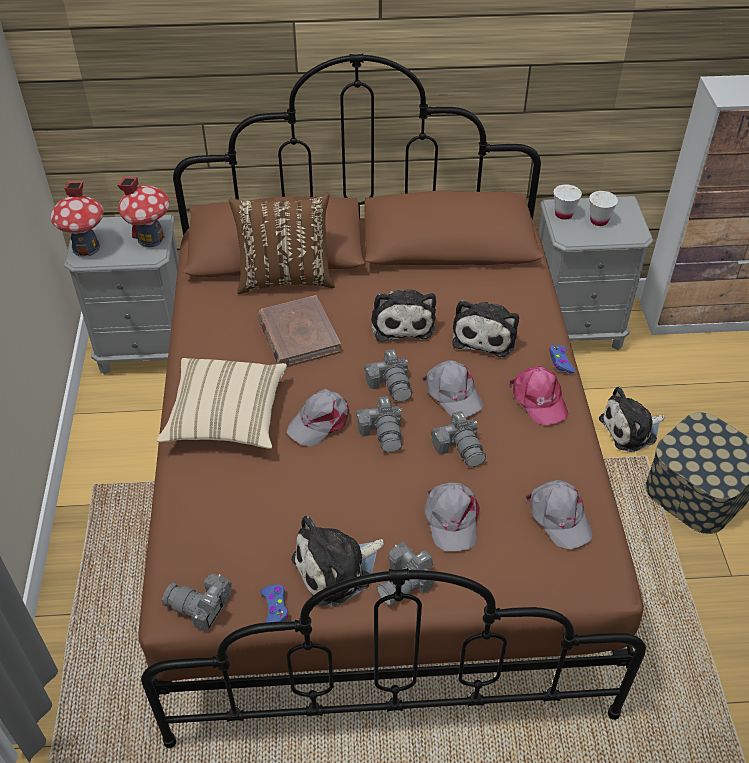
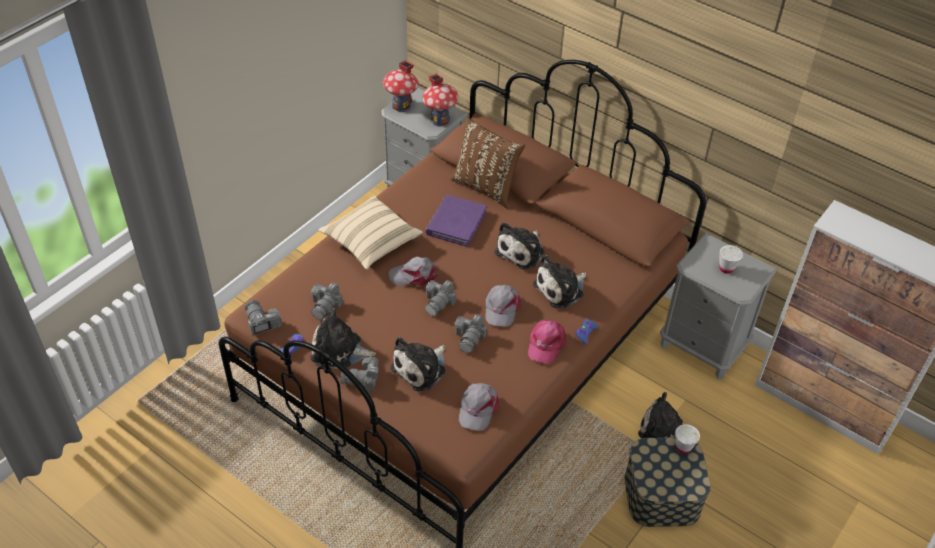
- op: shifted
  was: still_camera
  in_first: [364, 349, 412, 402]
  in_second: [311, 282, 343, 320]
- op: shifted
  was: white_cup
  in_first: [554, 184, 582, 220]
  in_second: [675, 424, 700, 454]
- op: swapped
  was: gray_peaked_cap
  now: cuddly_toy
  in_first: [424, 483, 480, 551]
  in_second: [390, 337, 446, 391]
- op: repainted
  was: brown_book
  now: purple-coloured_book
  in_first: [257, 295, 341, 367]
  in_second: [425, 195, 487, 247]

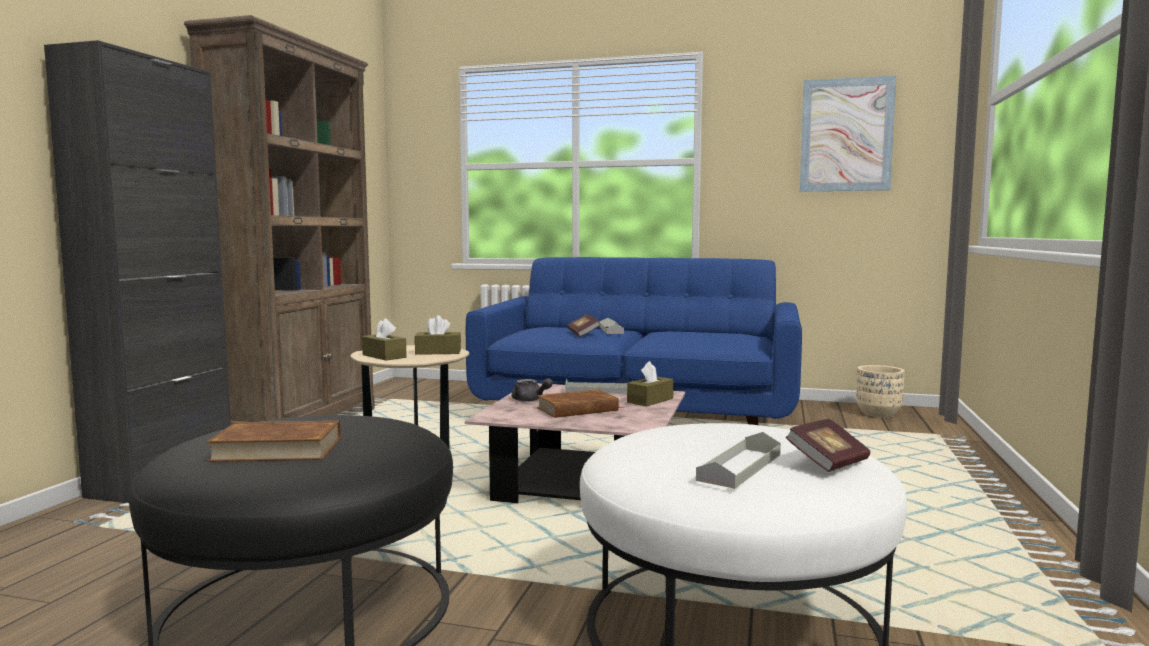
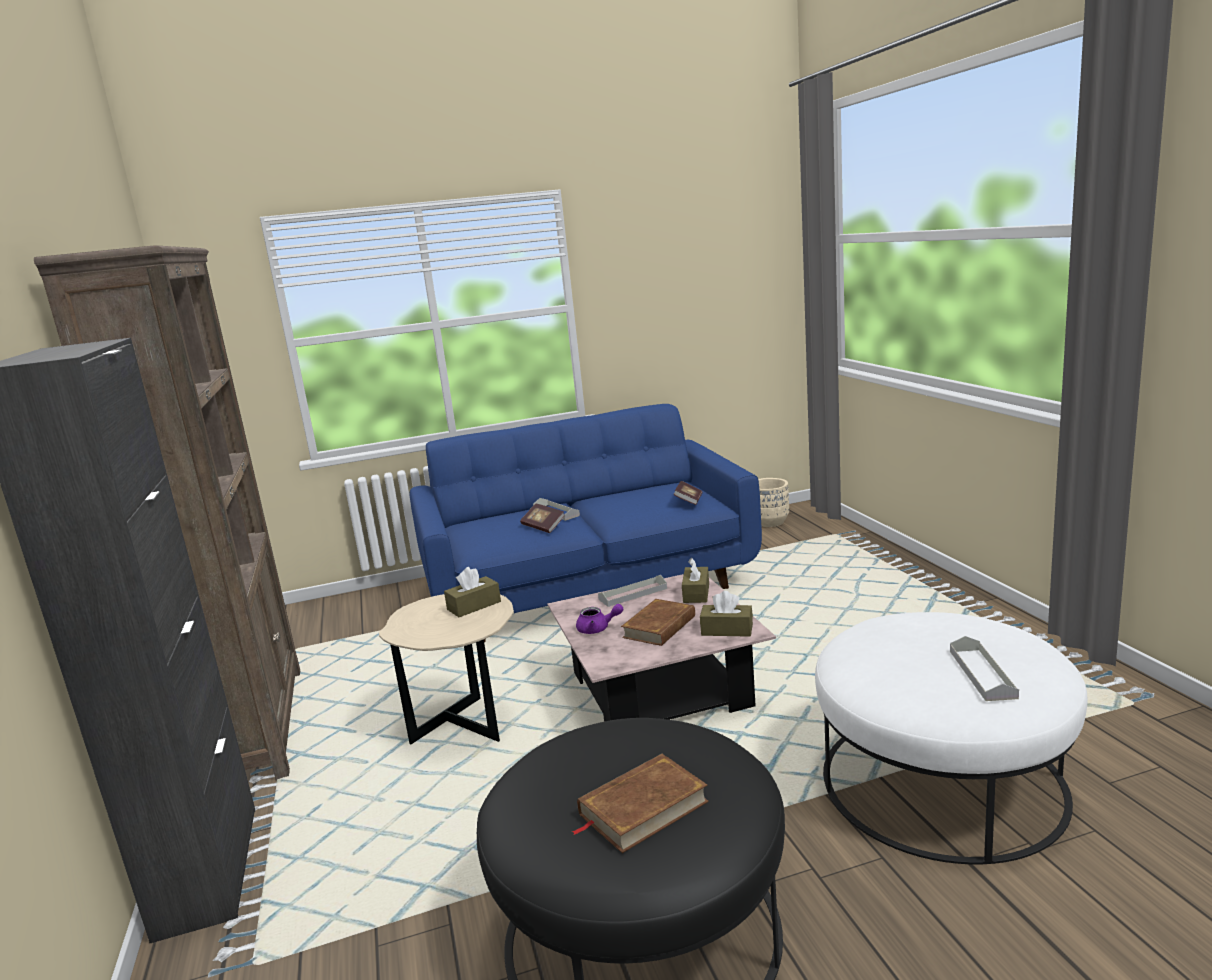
- op: gone
  was: wall_picture
  in_first: [799, 76, 896, 192]
- op: shifted
  was: brown_tissue_box
  in_first: [362, 318, 407, 360]
  in_second: [700, 591, 753, 637]
- op: shifted
  was: book
  in_first: [786, 419, 870, 472]
  in_second: [673, 481, 703, 505]
- op: repainted
  was: gray_pot_for_tea
  now: purple-coloured_pot_for_tea
  in_first: [512, 378, 553, 402]
  in_second: [576, 604, 624, 634]

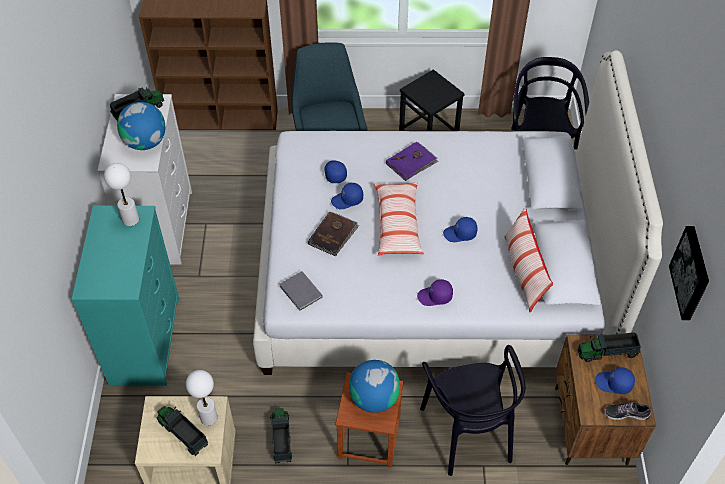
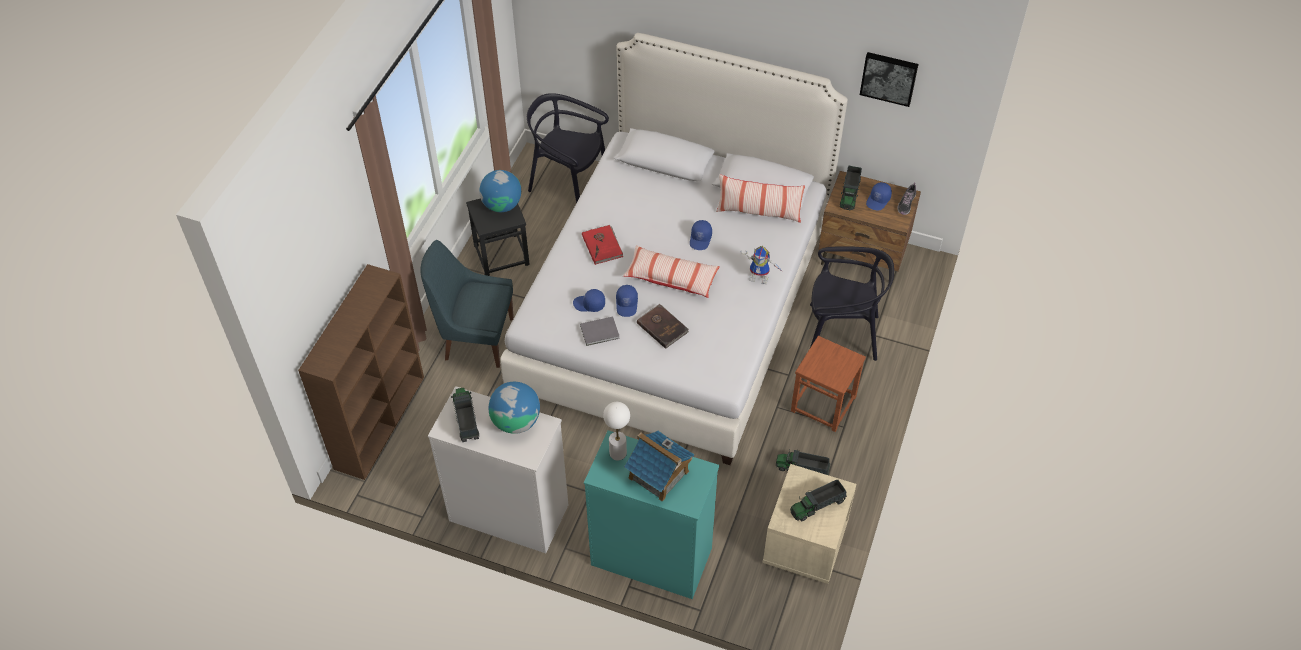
- op: gone
  was: white_lamp_for_a_table
  in_first: [186, 370, 218, 425]
- op: new
  now: miniature_house
  in_second: [624, 431, 695, 502]
- op: shifted
  was: gray_book
  in_first: [280, 271, 323, 311]
  in_second: [580, 316, 620, 346]
- op: shifted
  was: world_globe
  in_first: [349, 360, 400, 413]
  in_second: [479, 170, 521, 212]
- op: swapped
  was: purple-coloured_peaked_cap
  now: robot_figure
  in_first: [417, 279, 453, 306]
  in_second: [741, 246, 783, 284]
- op: repainted
  was: purple-coloured_book
  now: reddish_book
  in_first: [386, 141, 438, 181]
  in_second: [582, 225, 623, 265]

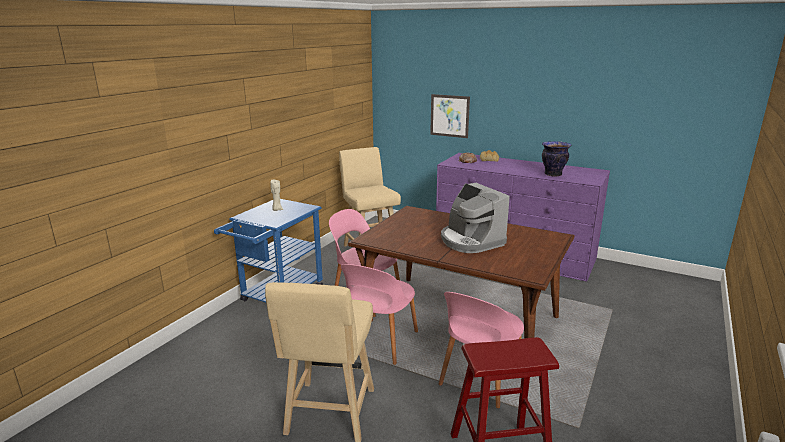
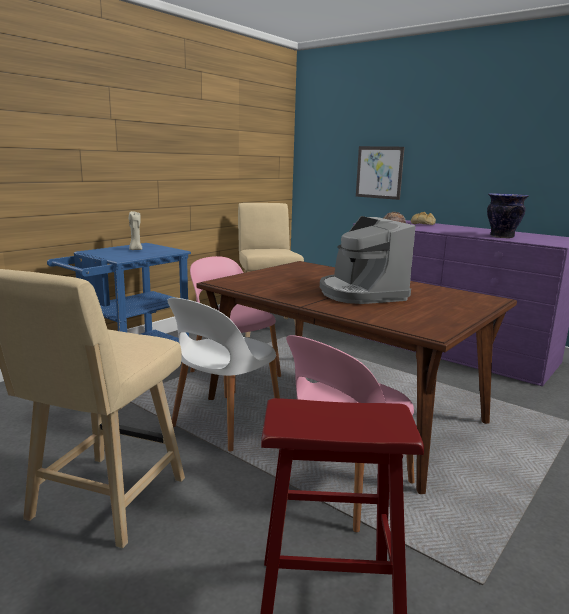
- op: repainted
  was: pink-coloured_upright_chair
  now: white_upright_chair
  in_first: [341, 264, 418, 365]
  in_second: [168, 298, 280, 451]

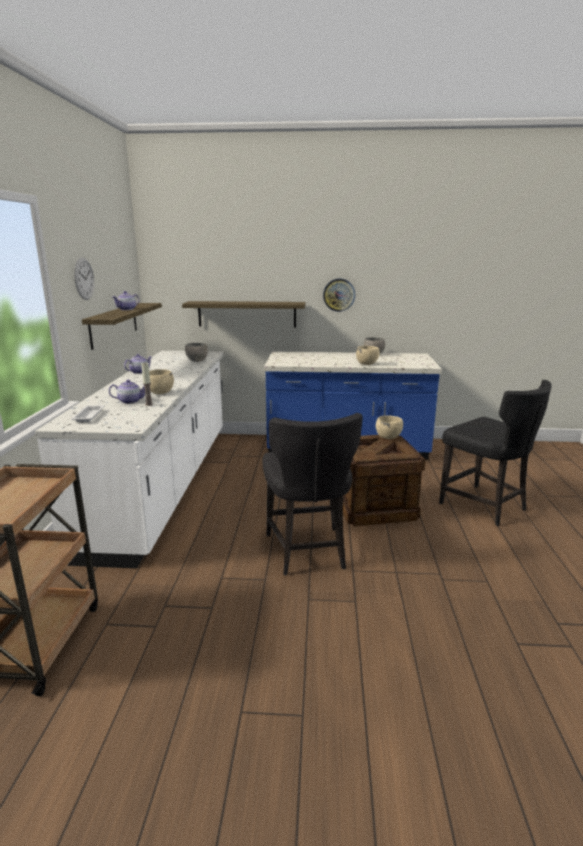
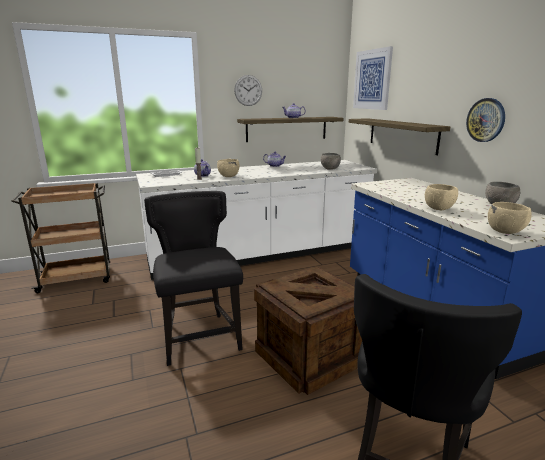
- op: new
  now: wall_picture
  in_second: [353, 46, 393, 110]
- op: shifted
  was: beige_bowl
  in_first: [376, 415, 403, 439]
  in_second: [488, 202, 532, 234]
- op: rotated
  was: black_upright_chair
  in_first: [262, 413, 363, 575]
  in_second: [144, 191, 243, 366]
  clockwise: 105

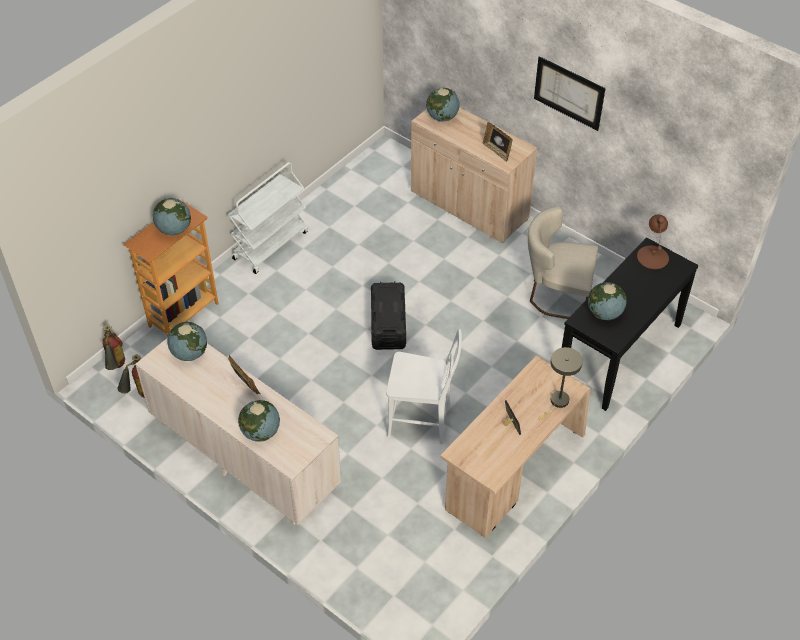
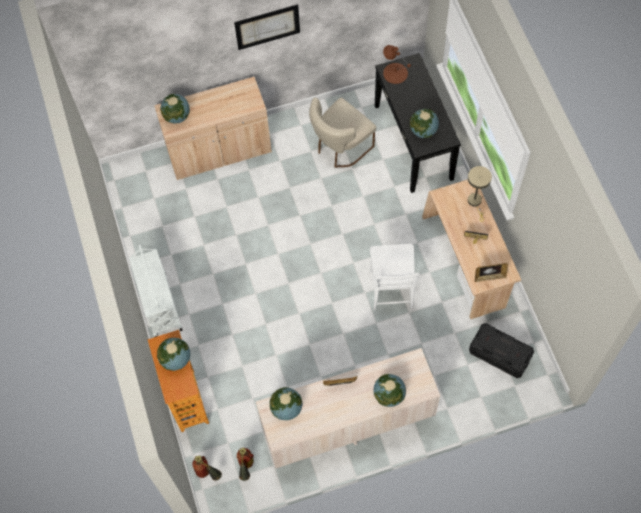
- op: shifted
  was: black_storage_container
  in_first: [371, 282, 406, 350]
  in_second: [469, 323, 534, 378]
- op: shifted
  was: photo_frame
  in_first: [483, 122, 513, 162]
  in_second: [475, 263, 508, 282]
- op: rotated
  was: white_upright_chair
  in_first: [386, 329, 462, 444]
  in_second: [370, 244, 420, 310]
  clockwise: 135

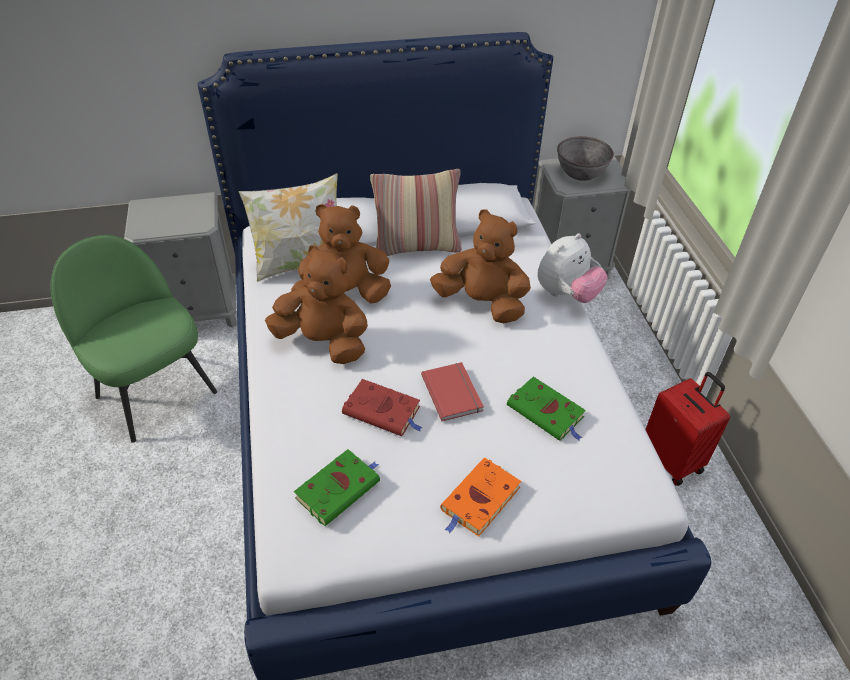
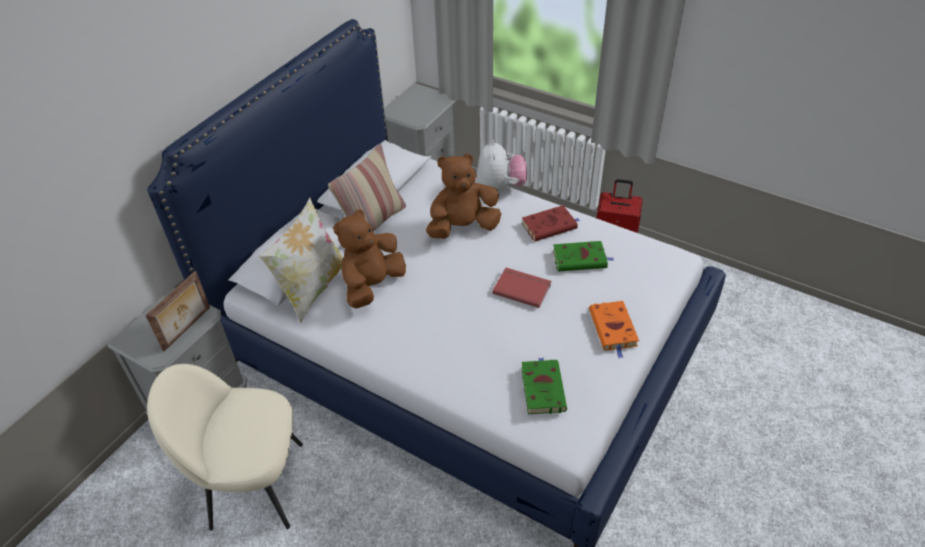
- op: gone
  was: brown_cuddly_toy
  in_first: [265, 245, 368, 364]
- op: gone
  was: gray_bowl
  in_first: [557, 136, 614, 181]
- op: new
  now: photo_frame
  in_second: [145, 271, 210, 352]
- op: shifted
  was: reddish_book
  in_first: [342, 379, 423, 436]
  in_second: [522, 205, 580, 242]
- op: repainted
  was: green-coloured_upright_chair
  now: beige_upright_chair
  in_first: [50, 235, 217, 443]
  in_second: [147, 364, 303, 531]

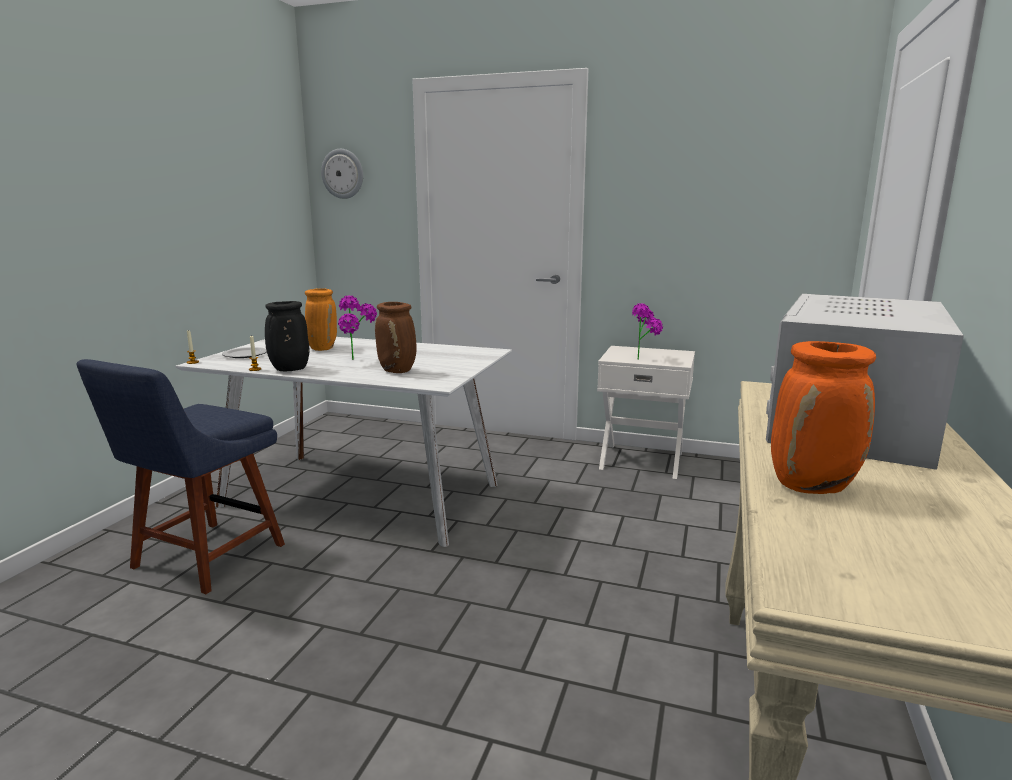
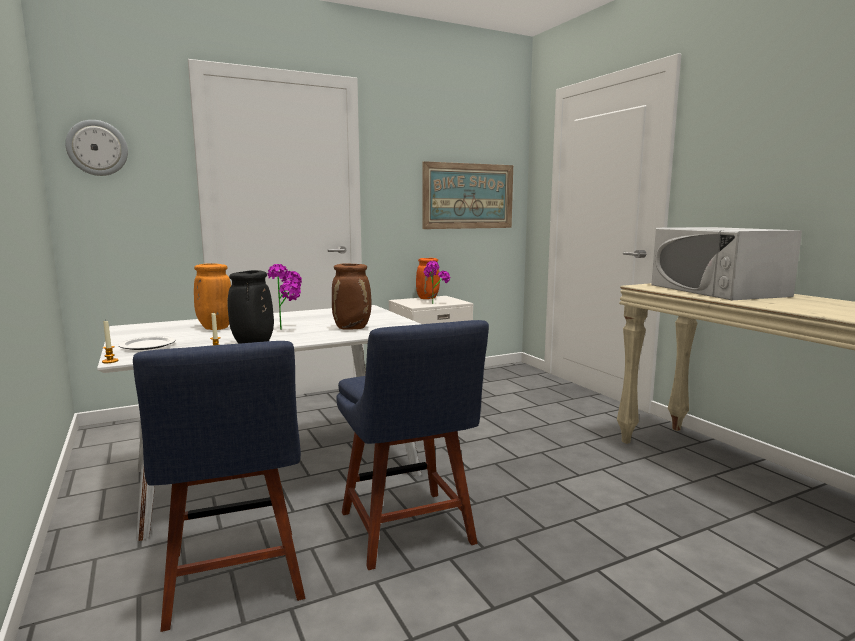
- op: new
  now: blue-coloured_upright_chair
  in_second: [336, 320, 489, 570]
- op: new
  now: wall_picture
  in_second: [423, 161, 513, 229]
- op: shifted
  was: orange-coloured_flower_vase
  in_first: [771, 341, 876, 494]
  in_second: [416, 258, 440, 299]

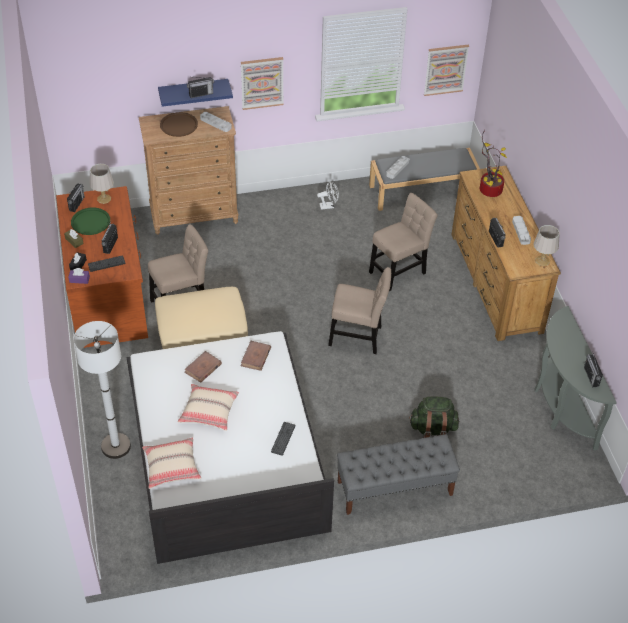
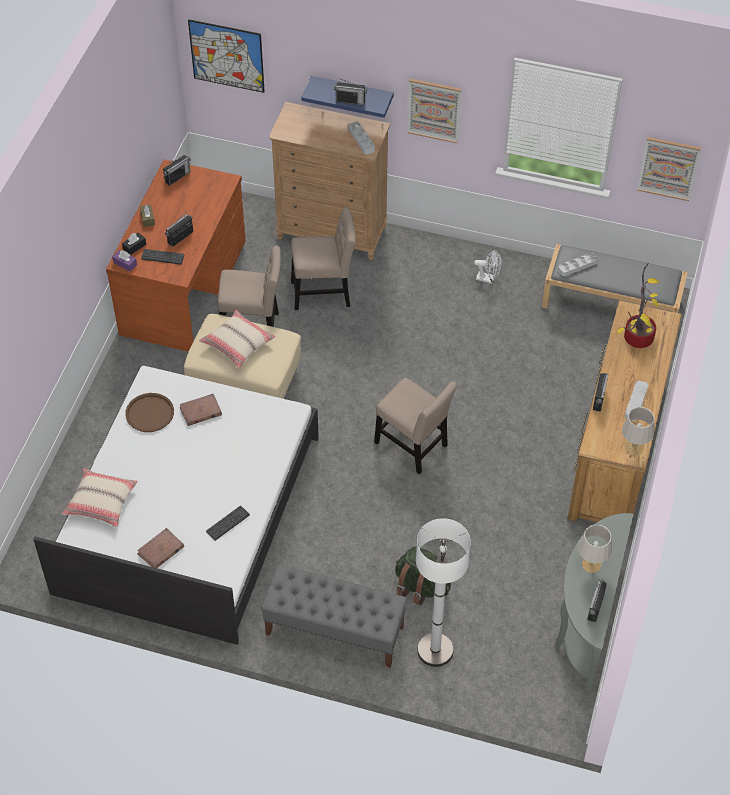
- op: gone
  was: green-coloured_tray
  in_first: [71, 208, 110, 235]
- op: new
  now: wall_picture
  in_second: [188, 19, 265, 93]
- op: shifted
  was: white_floor_lamp
  in_first: [74, 321, 131, 459]
  in_second: [416, 518, 471, 667]
- op: shifted
  was: gray_lamp_for_a_table
  in_first: [90, 164, 114, 204]
  in_second: [578, 524, 612, 573]
- op: shifted
  was: brown_tray
  in_first: [160, 112, 198, 137]
  in_second: [125, 393, 174, 432]
- op: shifted
  was: beige_cushion
  in_first: [178, 384, 239, 431]
  in_second: [199, 310, 275, 368]
- op: shifted
  was: brown_book
  in_first: [241, 341, 271, 371]
  in_second: [137, 528, 184, 568]
- op: shifted
  was: beige_upright_chair
  in_first: [369, 193, 438, 291]
  in_second: [291, 207, 356, 310]

